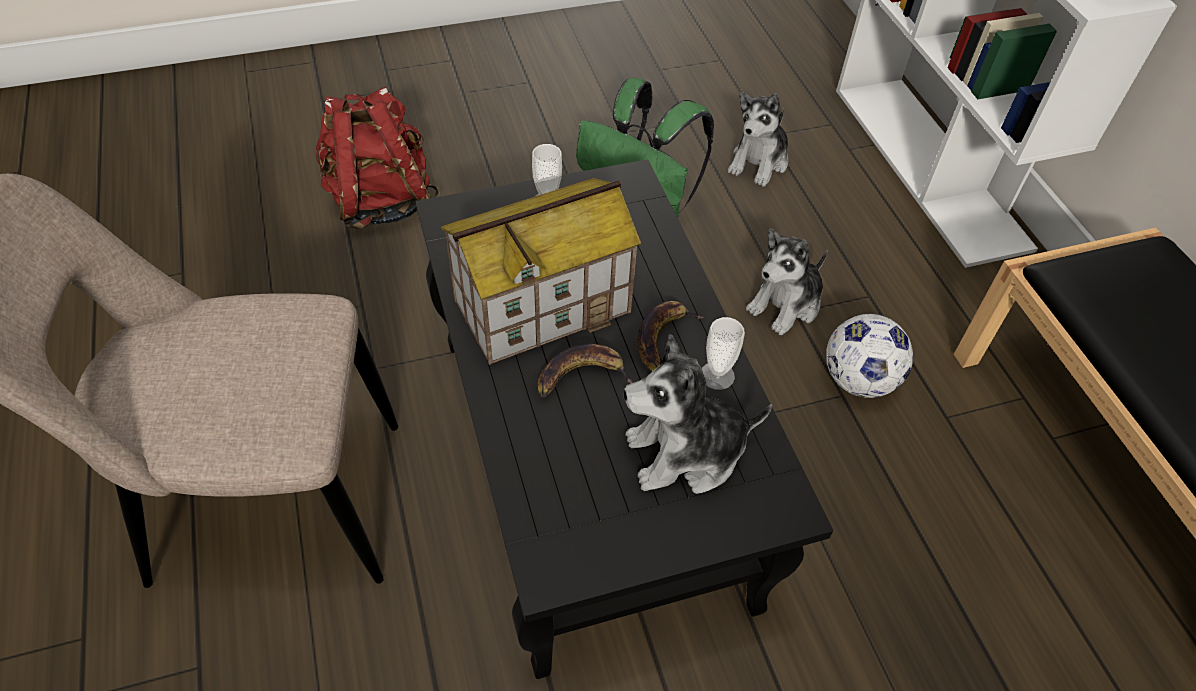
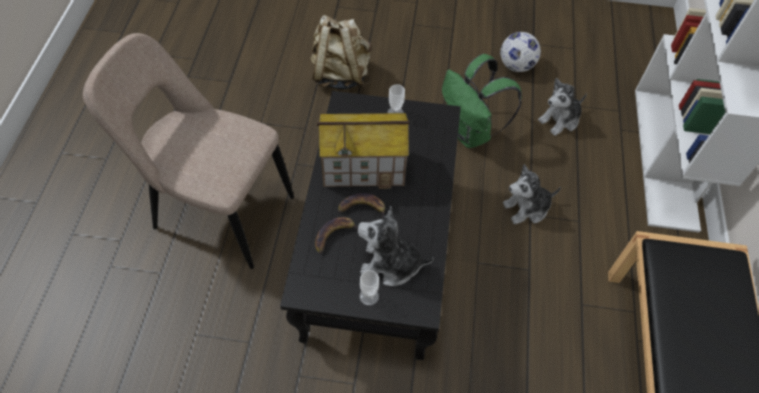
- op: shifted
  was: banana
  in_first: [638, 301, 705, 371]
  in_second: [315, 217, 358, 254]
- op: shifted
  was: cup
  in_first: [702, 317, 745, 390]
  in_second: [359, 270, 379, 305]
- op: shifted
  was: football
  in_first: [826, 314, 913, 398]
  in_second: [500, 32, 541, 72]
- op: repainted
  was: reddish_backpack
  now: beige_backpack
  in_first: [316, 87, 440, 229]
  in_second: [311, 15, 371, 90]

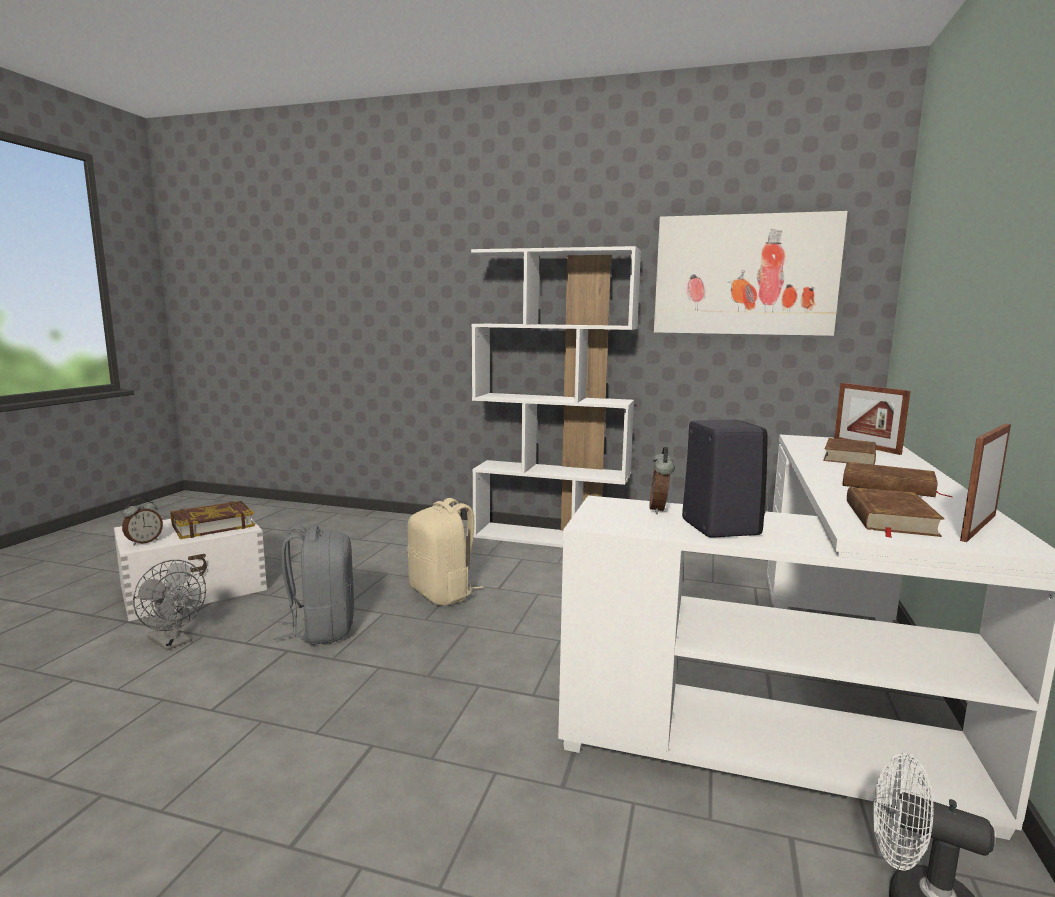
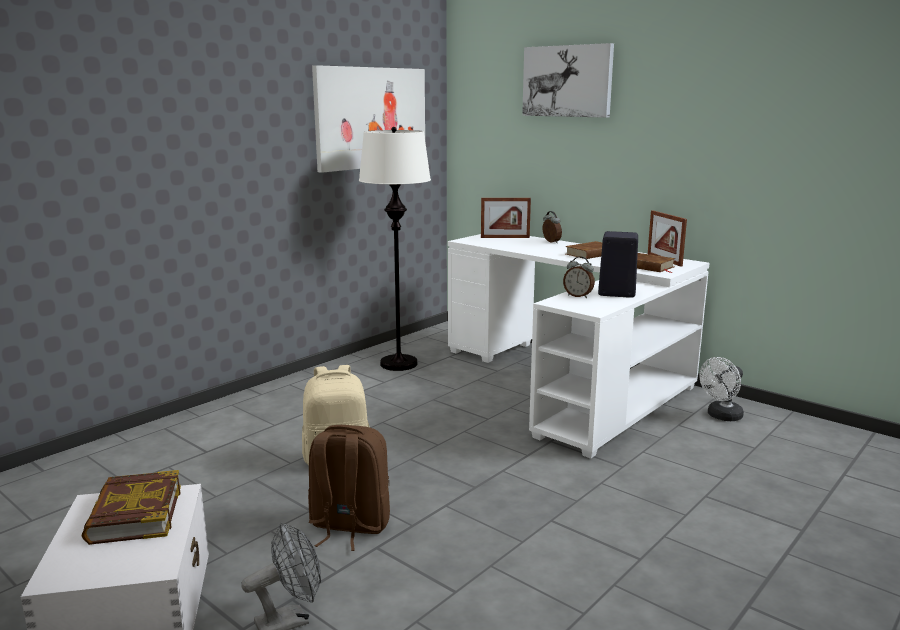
- op: gone
  was: white_bookcase
  in_first: [471, 246, 641, 548]
- op: gone
  was: brown_book
  in_first: [823, 438, 876, 465]
- op: new
  now: white_floor_lamp
  in_second: [359, 127, 431, 371]
- op: new
  now: wall_picture
  in_second: [522, 43, 614, 118]
- op: shifted
  was: alarm_clock
  in_first: [122, 498, 163, 546]
  in_second: [542, 211, 562, 243]
- op: repainted
  was: gray_backpack
  now: brown_backpack
  in_first: [273, 525, 354, 645]
  in_second: [308, 425, 390, 551]

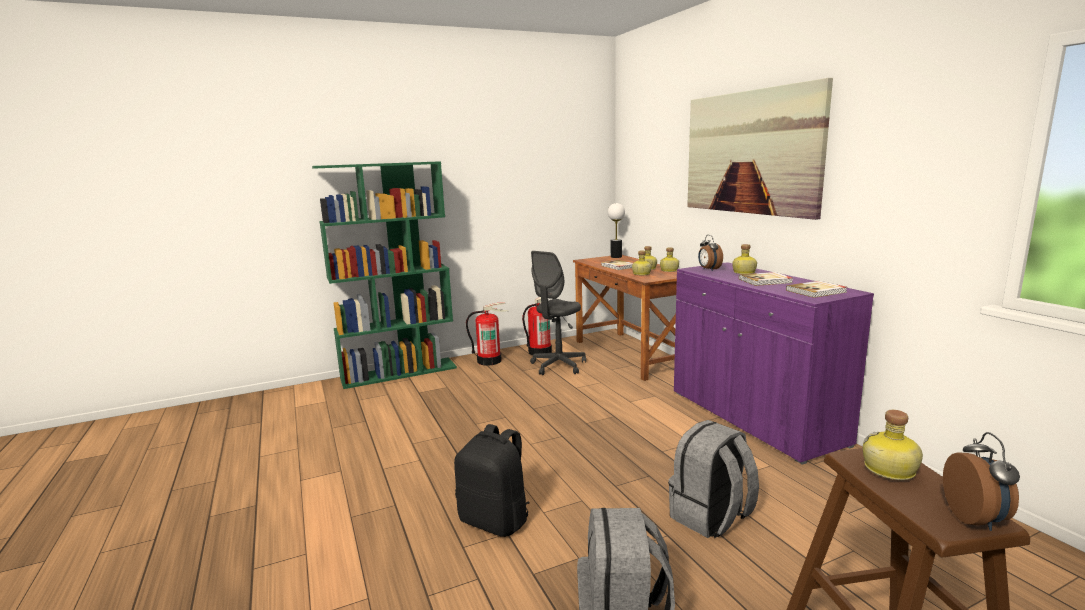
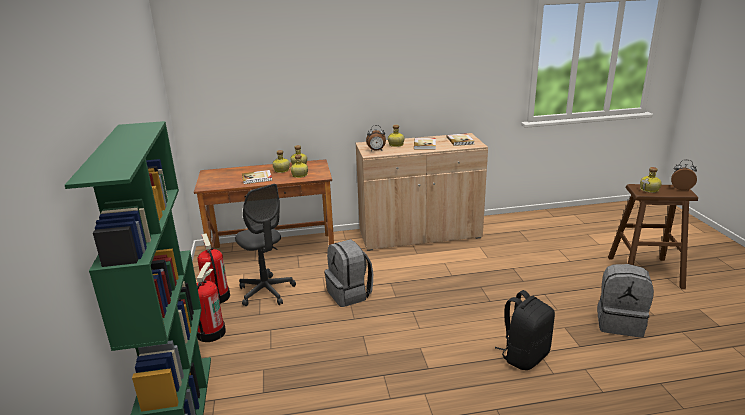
- op: gone
  was: lamp_for_a_table
  in_first: [608, 203, 625, 258]
- op: gone
  was: wall_picture
  in_first: [687, 78, 833, 220]
- op: shifted
  was: gray_backpack
  in_first: [668, 420, 759, 538]
  in_second: [324, 239, 373, 307]
- op: repainted
  was: purple-coloured_cupboard
  now: beige_cupboard
  in_first: [674, 262, 874, 465]
  in_second: [356, 133, 488, 251]

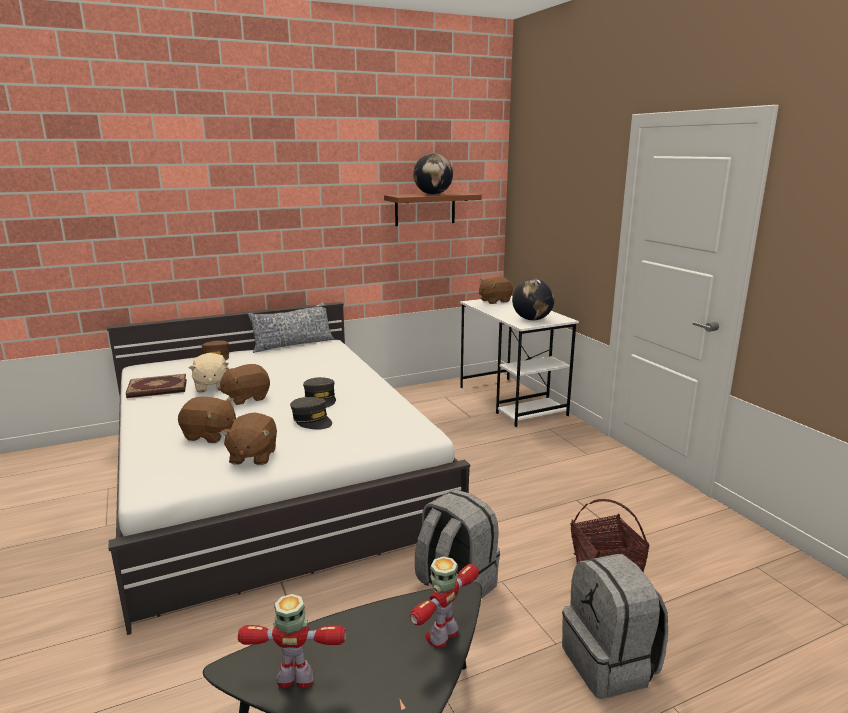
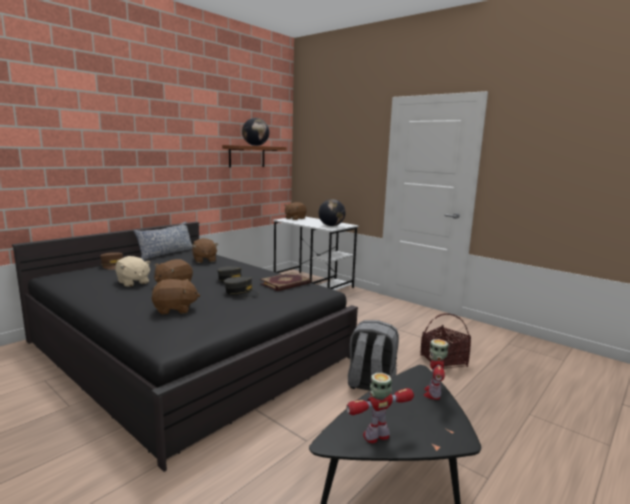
- op: gone
  was: gray_backpack
  in_first: [562, 554, 668, 699]
- op: shifted
  was: book
  in_first: [126, 374, 187, 398]
  in_second: [260, 272, 311, 291]
- op: shifted
  was: brown_cuddly_toy
  in_first: [221, 412, 277, 465]
  in_second: [192, 238, 218, 263]
- op: repainted
  was: white_bedroom_bed
  now: black_bedroom_bed
  in_first: [107, 302, 470, 635]
  in_second: [12, 222, 358, 472]

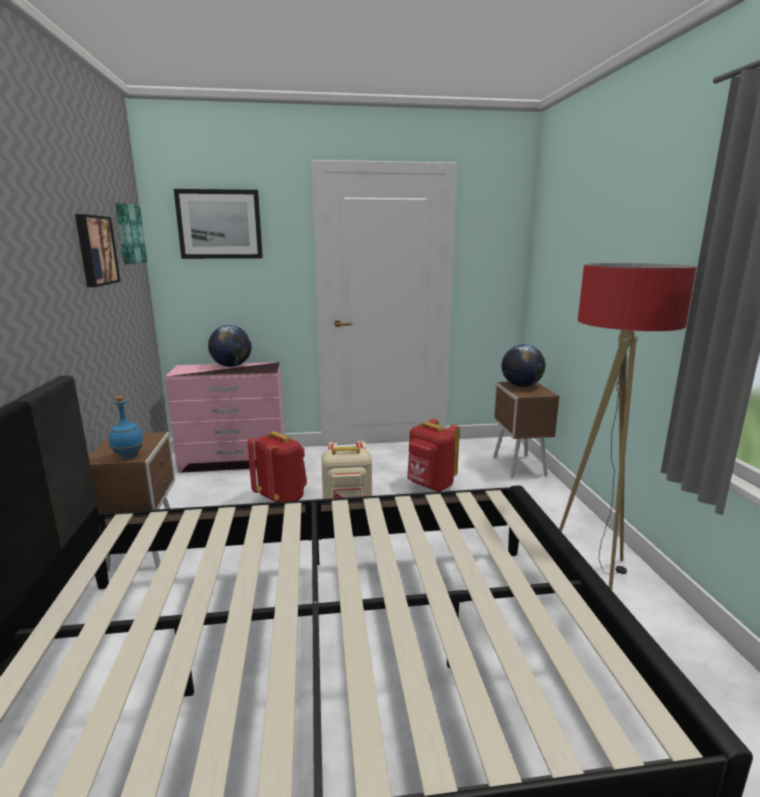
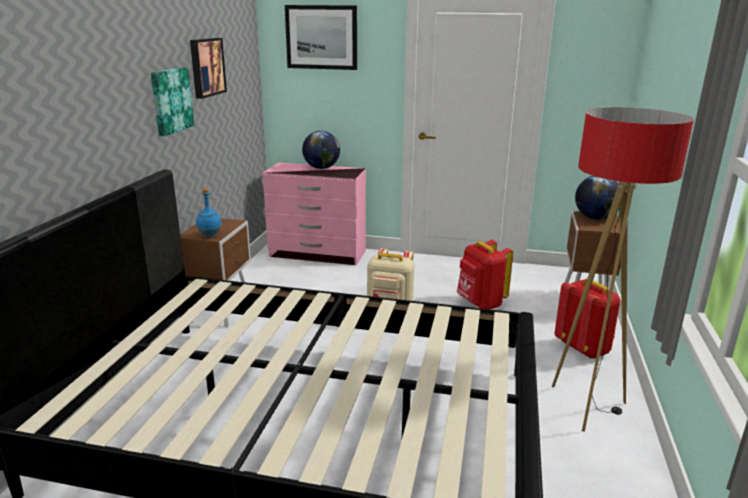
- op: shifted
  was: wall_picture
  in_first: [115, 203, 147, 264]
  in_second: [151, 67, 194, 136]
- op: shifted
  was: reddish_backpack
  in_first: [248, 431, 307, 502]
  in_second: [554, 278, 620, 359]

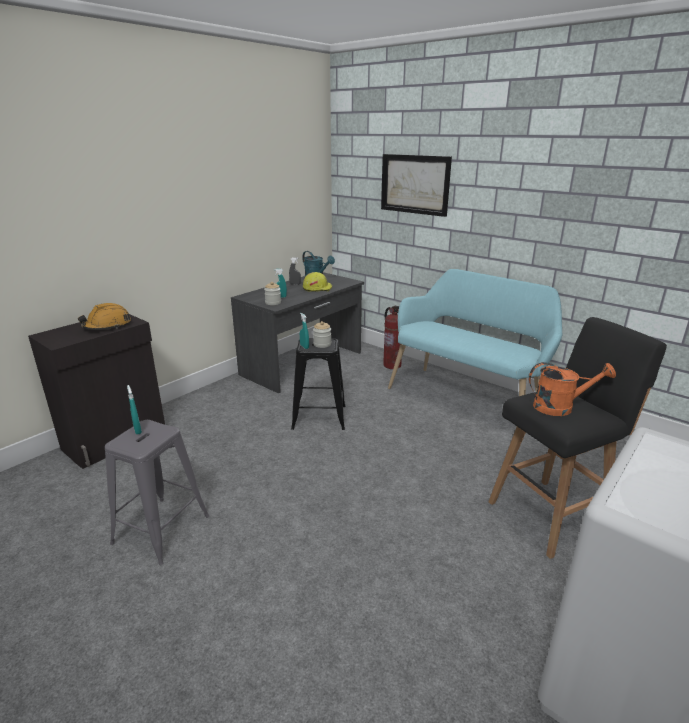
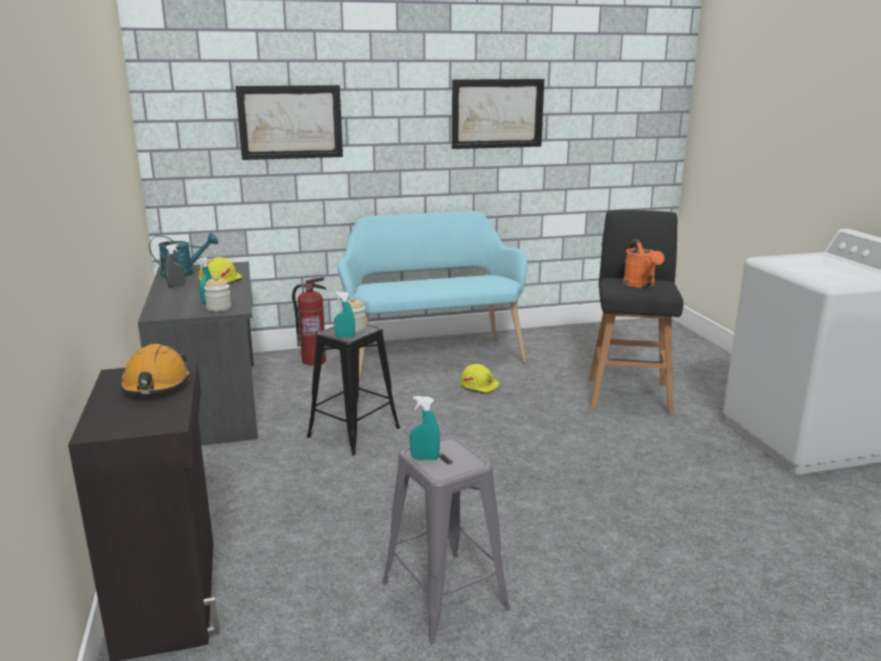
- op: new
  now: wall_picture
  in_second: [452, 79, 544, 149]
- op: new
  now: yellowish_safety_helmet
  in_second: [461, 364, 500, 394]
- op: rotated
  was: orange-coloured_sprinkling_can
  in_first: [529, 362, 616, 416]
  in_second: [623, 239, 664, 288]
  clockwise: 135

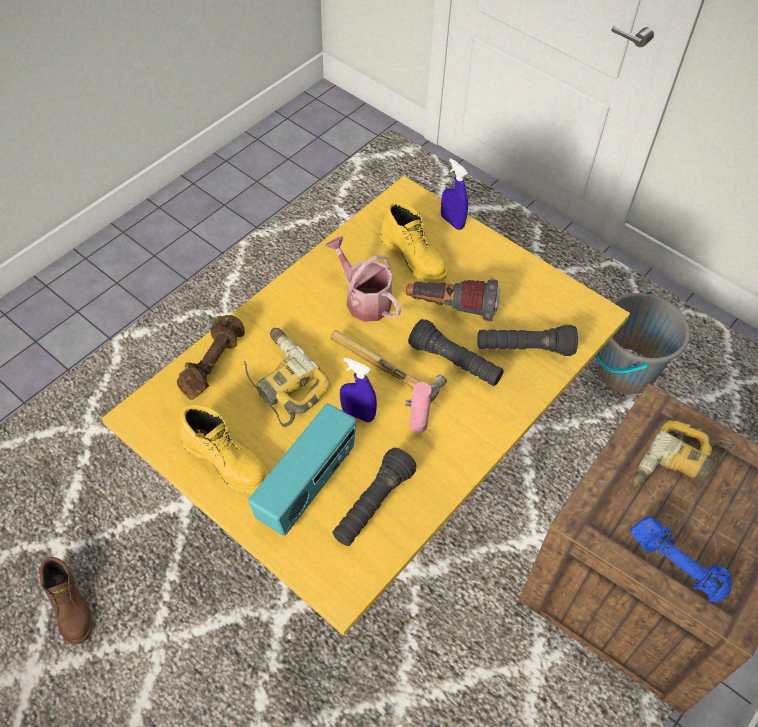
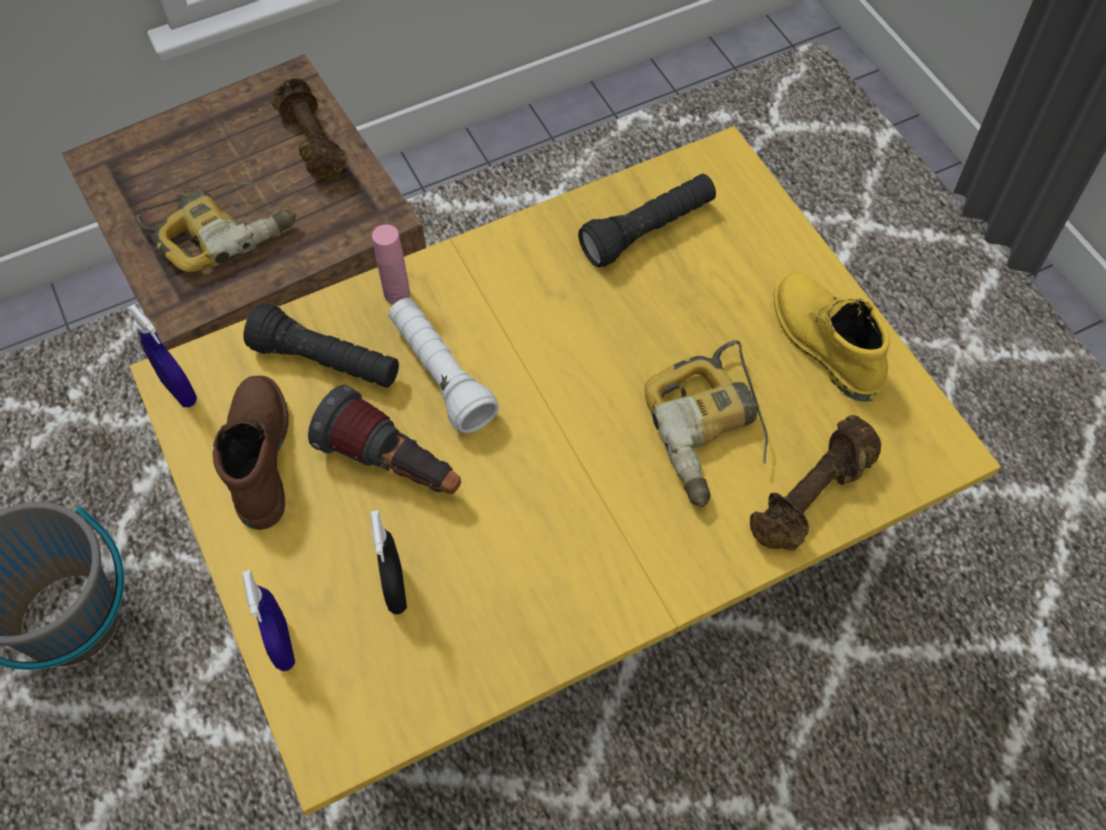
- op: gone
  was: radio
  in_first: [248, 403, 356, 536]
- op: gone
  was: sprinkling_can
  in_first: [325, 236, 401, 322]
- op: gone
  was: hand_hammer
  in_first: [330, 330, 447, 407]
- op: shifted
  was: brown_boot
  in_first: [40, 557, 92, 645]
  in_second: [213, 375, 289, 530]
- op: shifted
  was: blue-coloured_spray_bottle
  in_first: [340, 357, 377, 423]
  in_second: [128, 304, 197, 407]
- op: shifted
  was: pink-coloured_bottle
  in_first: [409, 382, 431, 433]
  in_second: [372, 224, 410, 305]
- op: swapped
  was: yellowish_boot
  now: black_spray_bottle
  in_first: [380, 201, 447, 283]
  in_second: [371, 510, 407, 614]
- op: repainted
  was: black_hand_torch
  now: white_hand_torch
  in_first: [408, 319, 504, 386]
  in_second: [388, 298, 499, 433]
- op: repainted
  was: blue-coloured_free_weight
  now: brown_free_weight
  in_first: [630, 517, 732, 602]
  in_second: [271, 78, 346, 181]

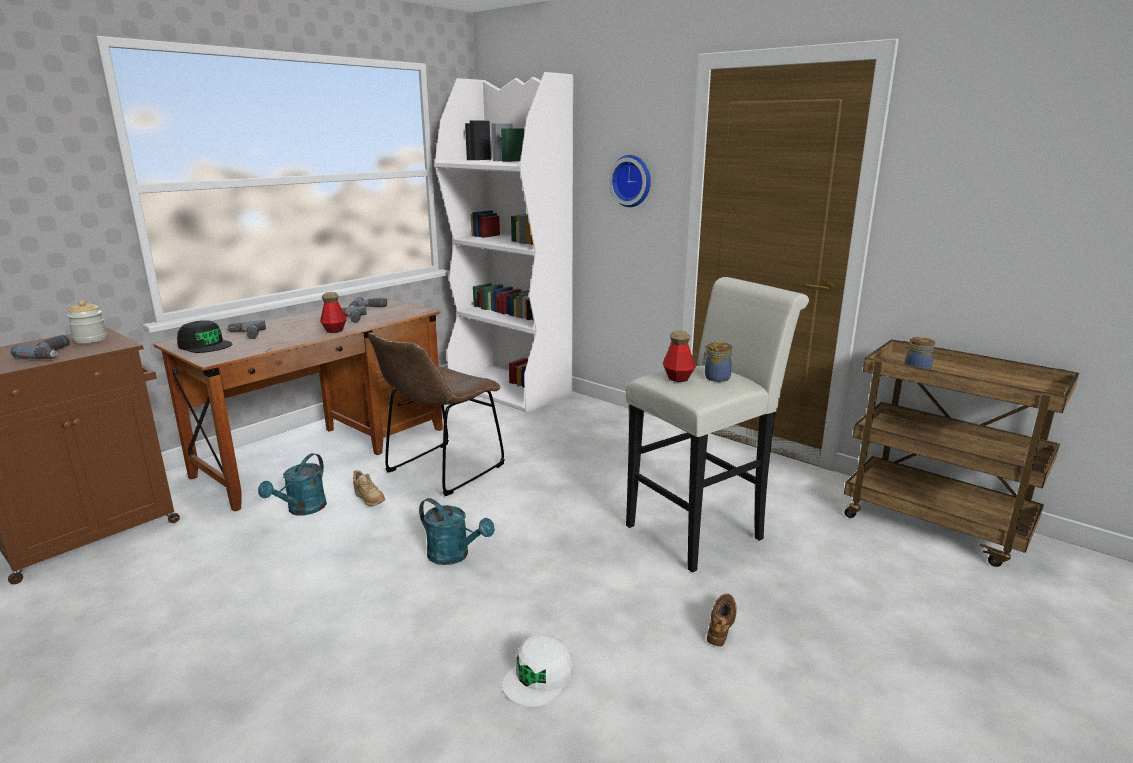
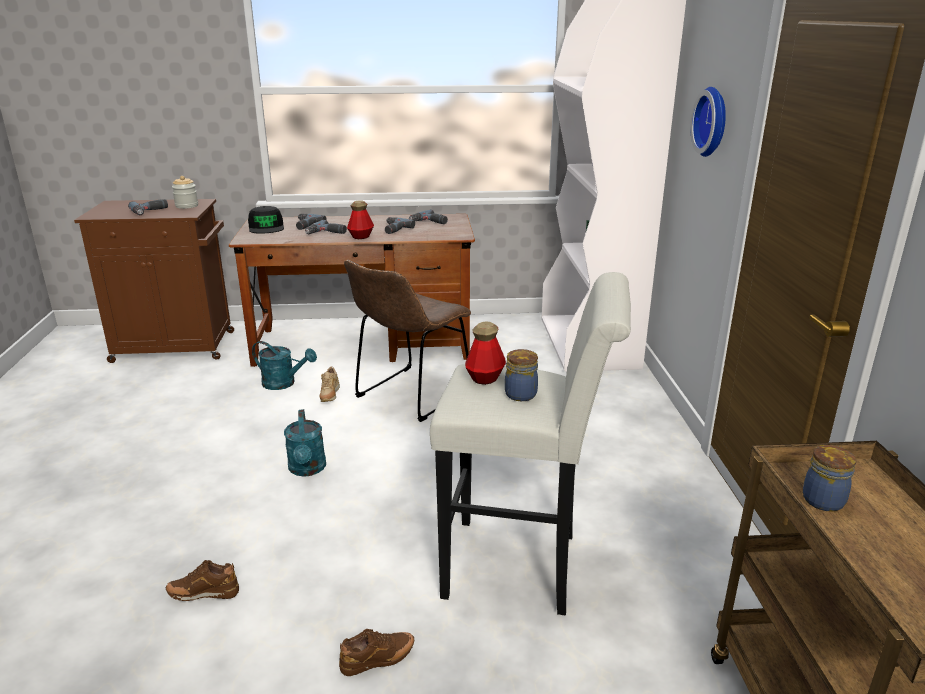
- op: new
  now: electric_drill
  in_second: [305, 220, 347, 234]
- op: swapped
  was: white_peaked_cap
  now: brown_item_of_footwear
  in_first: [502, 635, 574, 707]
  in_second: [166, 560, 239, 601]
- op: rotated
  was: turquoise_sprinkling_can
  in_first: [258, 453, 327, 516]
  in_second: [252, 341, 317, 390]
  clockwise: -135
- op: rotated
  was: brown_upright_chair
  in_first: [368, 333, 505, 496]
  in_second: [344, 260, 471, 422]
  clockwise: -45

